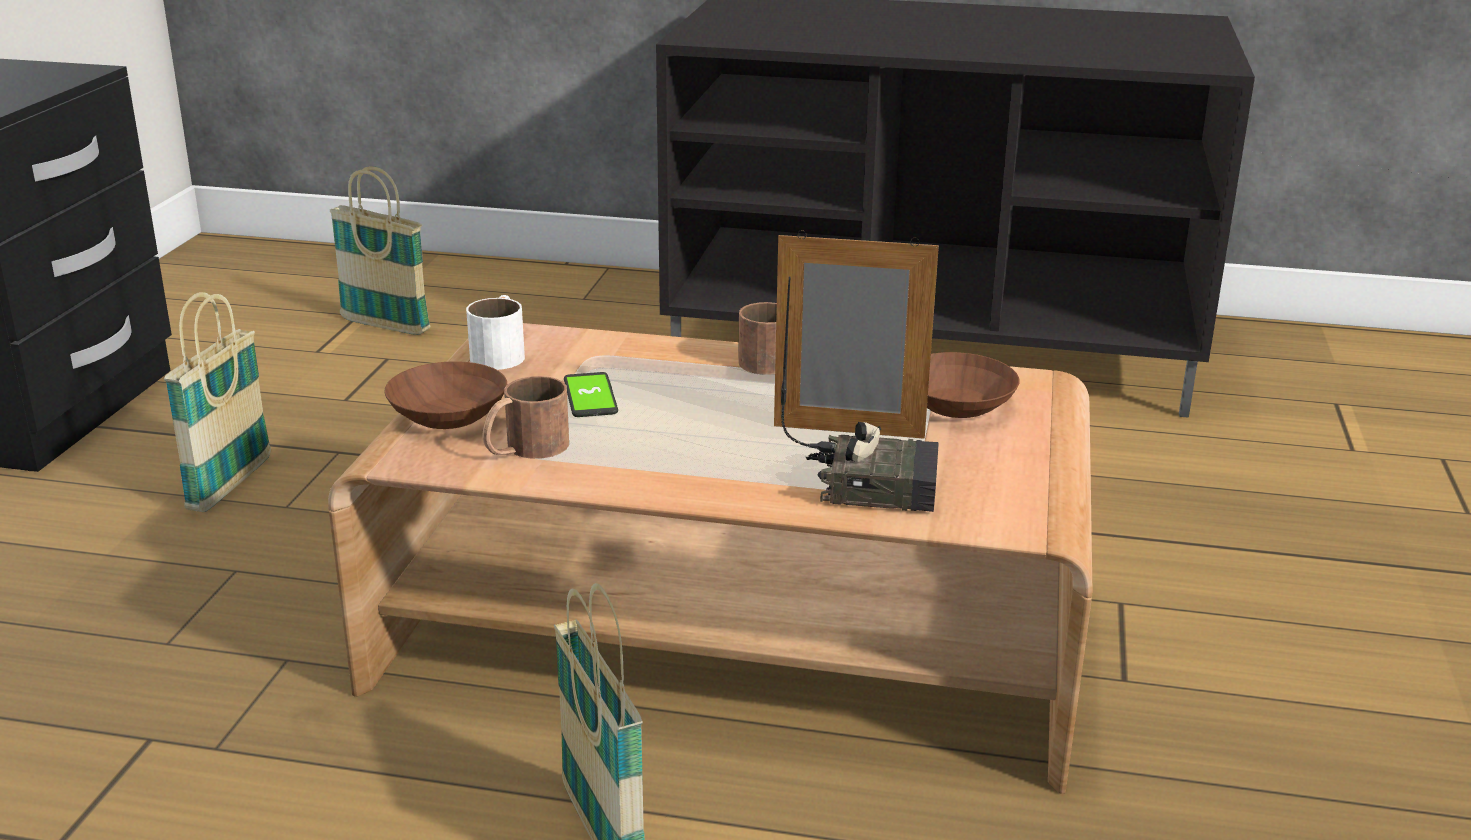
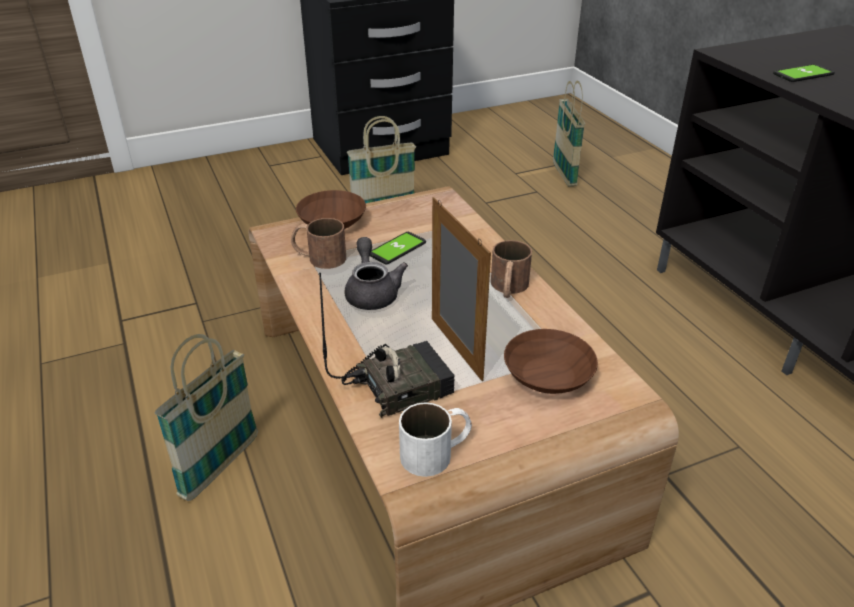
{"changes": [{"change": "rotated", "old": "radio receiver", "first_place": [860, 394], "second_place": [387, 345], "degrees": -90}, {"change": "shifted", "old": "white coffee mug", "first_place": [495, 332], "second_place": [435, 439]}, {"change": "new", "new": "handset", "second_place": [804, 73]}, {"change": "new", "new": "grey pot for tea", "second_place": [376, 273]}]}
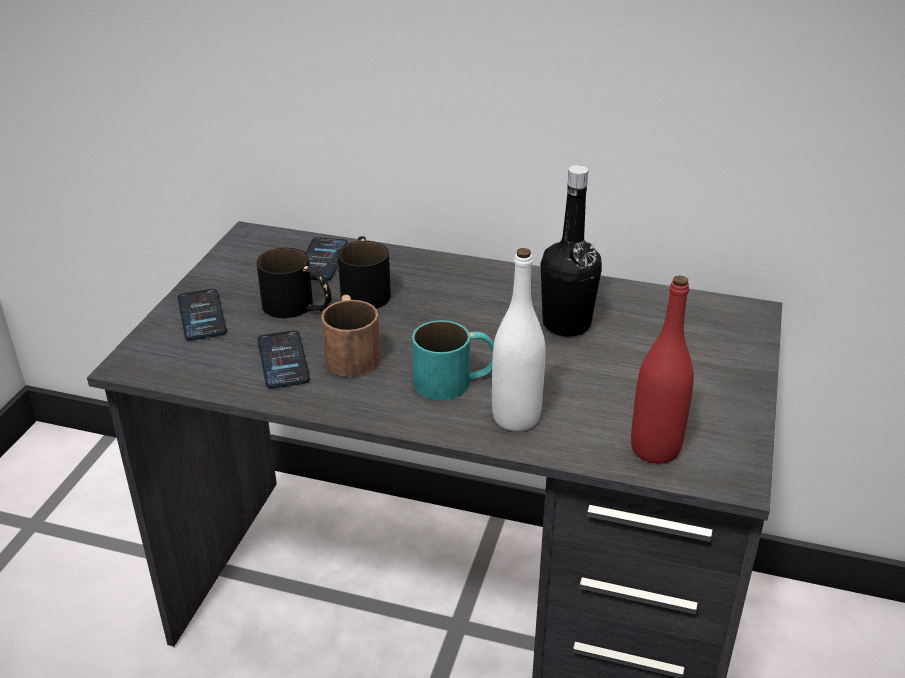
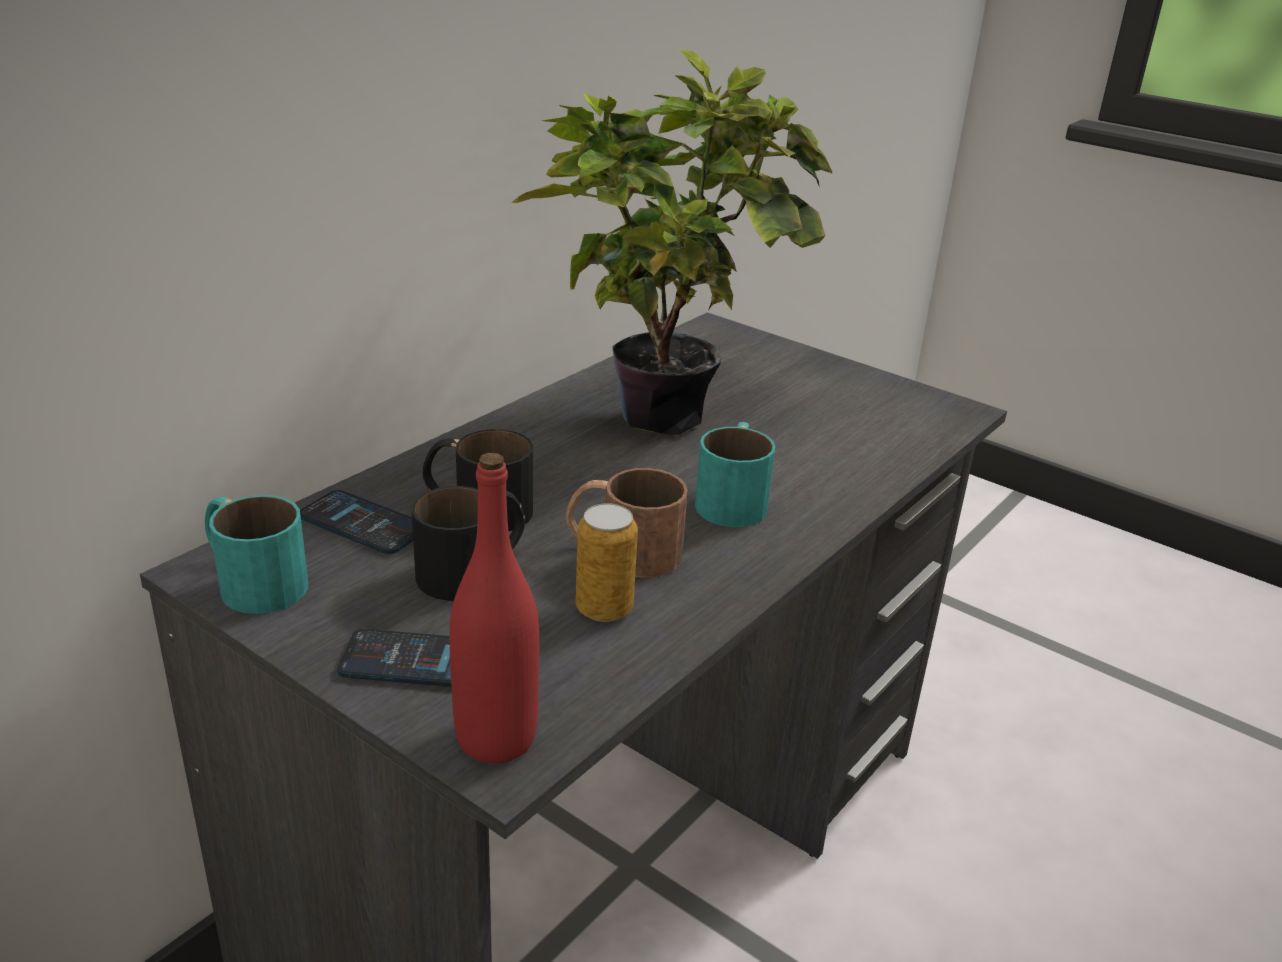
{"changes": [{"change": "swapped", "old": "blackish bottle", "new": "potted plant", "first_place": [571, 251], "second_place": [672, 242]}, {"change": "gone", "old": "white bottle", "first_place": [519, 339]}, {"change": "shifted", "old": "red bottle", "first_place": [662, 369], "second_place": [494, 608]}, {"change": "swapped", "old": "handset", "new": "can", "first_place": [284, 359], "second_place": [607, 562]}, {"change": "new", "new": "turquoise-coloured coffee mug", "second_place": [256, 554]}]}
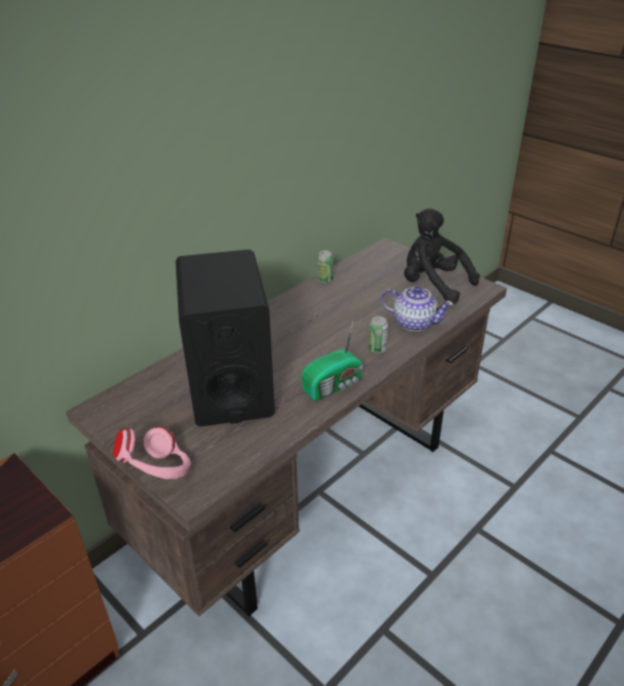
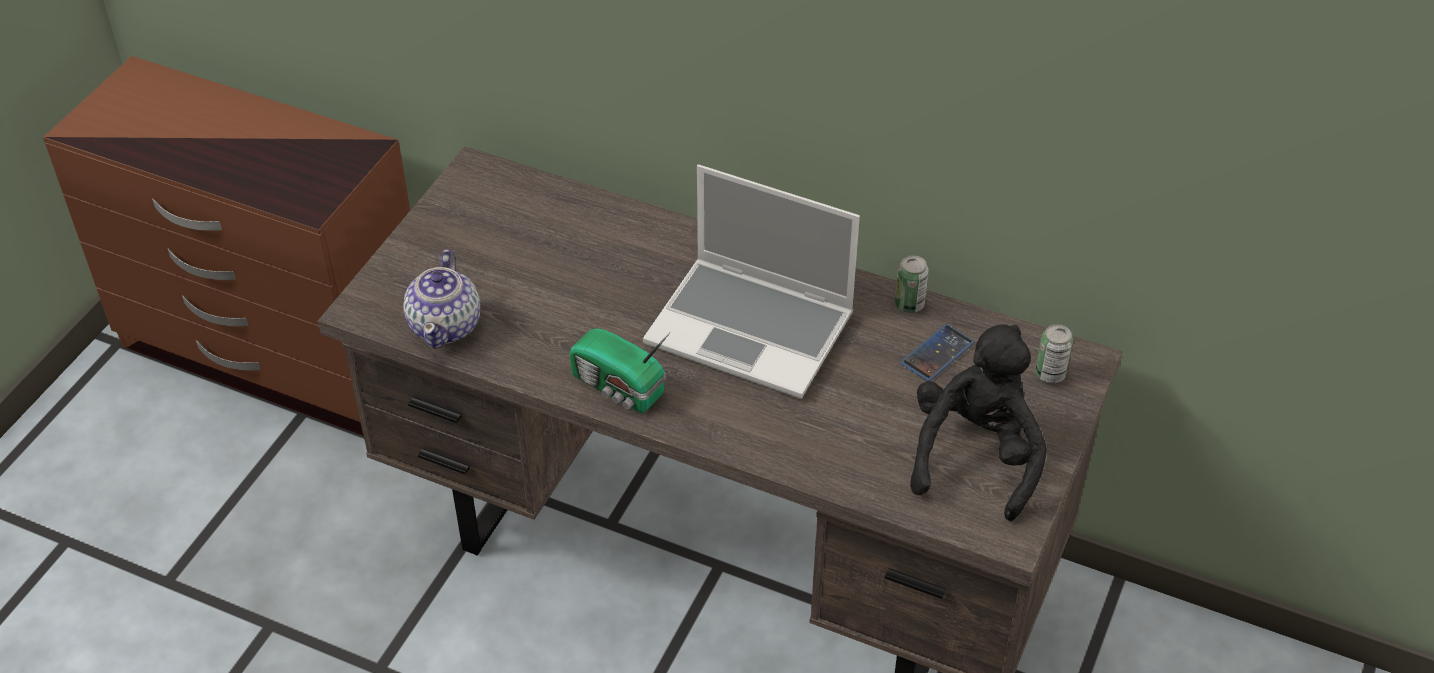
{"changes": [{"change": "gone", "old": "blackish speaker", "first_place": [225, 338]}, {"change": "shifted", "old": "pot for tea", "first_place": [417, 308], "second_place": [441, 299]}, {"change": "shifted", "old": "can", "first_place": [378, 335], "second_place": [1054, 353]}, {"change": "gone", "old": "pink headphones", "first_place": [152, 453]}, {"change": "new", "new": "portable computer", "second_place": [751, 282]}, {"change": "new", "new": "handset", "second_place": [937, 353]}]}
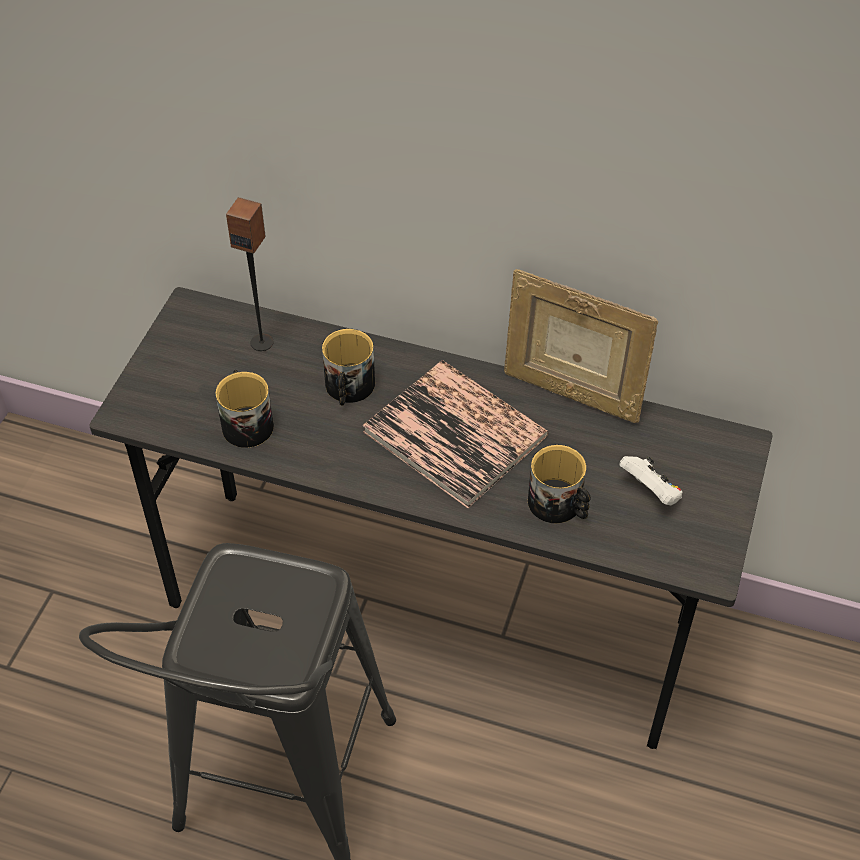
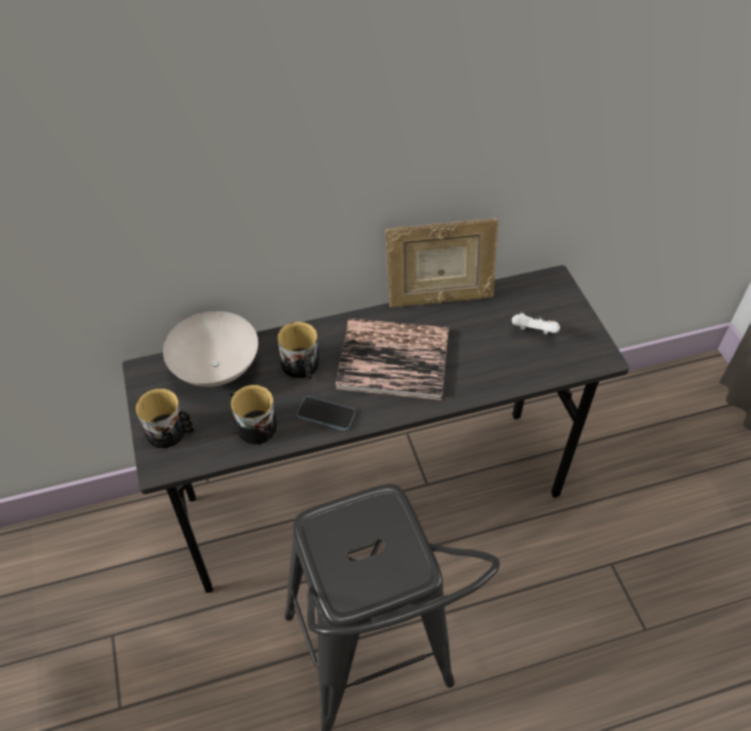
{"changes": [{"change": "swapped", "old": "speaker", "new": "white bowl", "first_place": [250, 274], "second_place": [210, 349]}, {"change": "shifted", "old": "coffee mug", "first_place": [559, 484], "second_place": [164, 418]}, {"change": "new", "new": "handset", "second_place": [326, 413]}]}
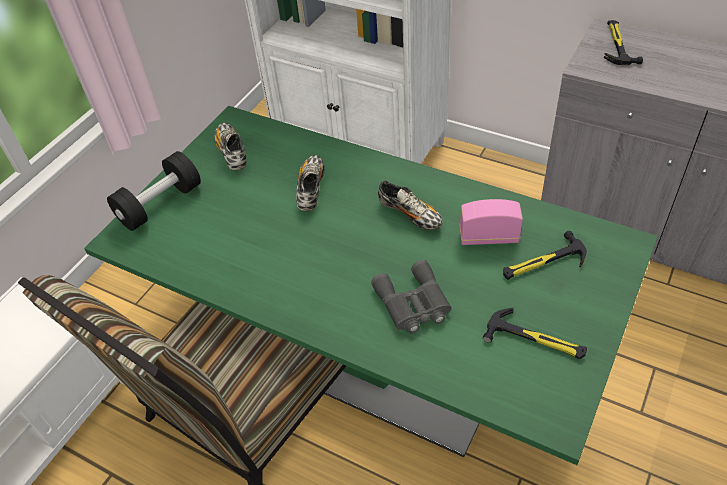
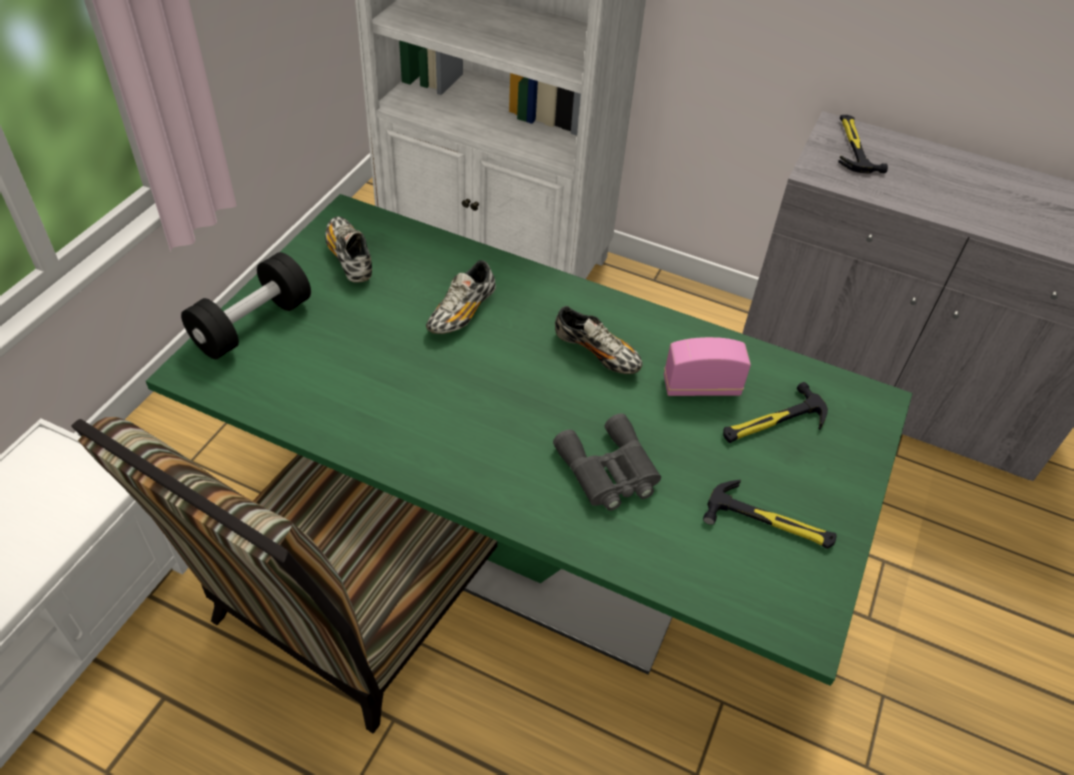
{"changes": [{"change": "rotated", "old": "shoe", "first_place": [310, 183], "second_place": [461, 297], "degrees": -150}]}
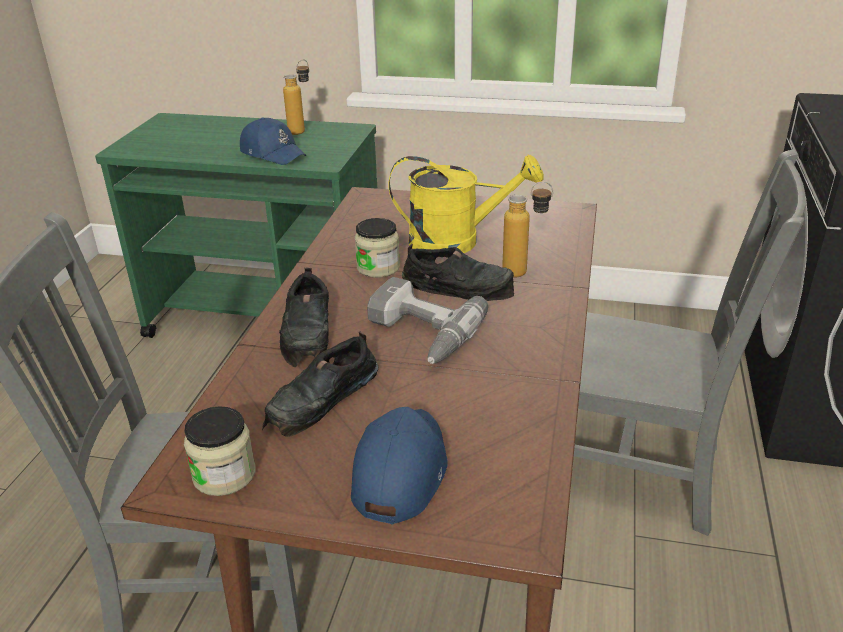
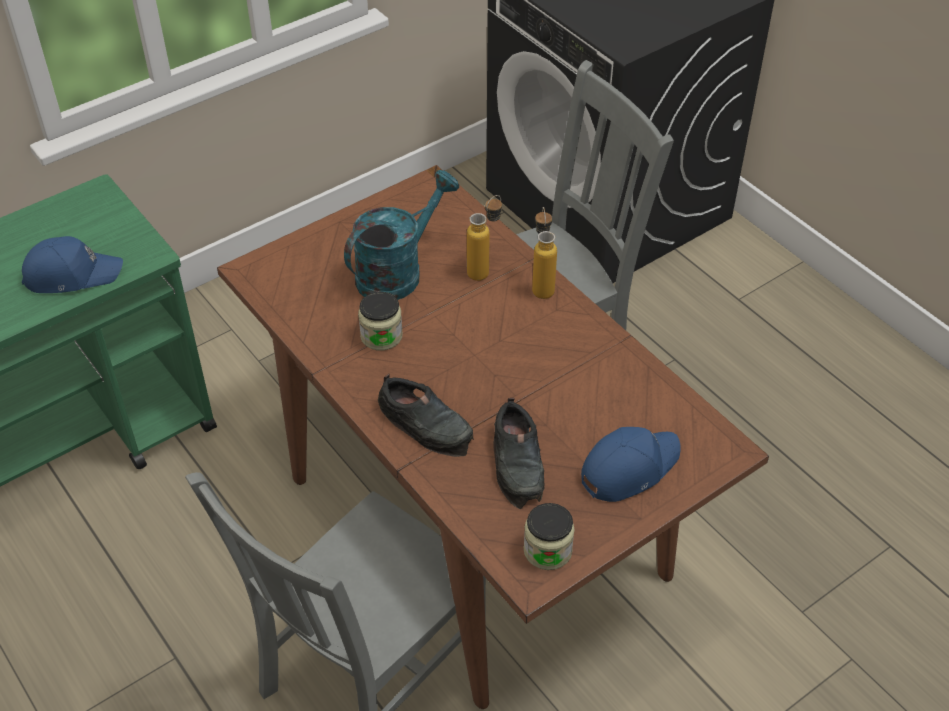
{"changes": [{"change": "shifted", "old": "bottle", "first_place": [296, 97], "second_place": [544, 253]}, {"change": "repainted", "old": "yellow watering pot", "new": "turquoise-coloured watering pot", "first_place": [466, 203], "second_place": [401, 235]}, {"change": "gone", "old": "blackish shoe", "first_place": [458, 272]}, {"change": "gone", "old": "electric drill", "first_place": [427, 320]}, {"change": "rotated", "old": "bluish cap", "first_place": [399, 465], "second_place": [631, 464], "degrees": 90}]}
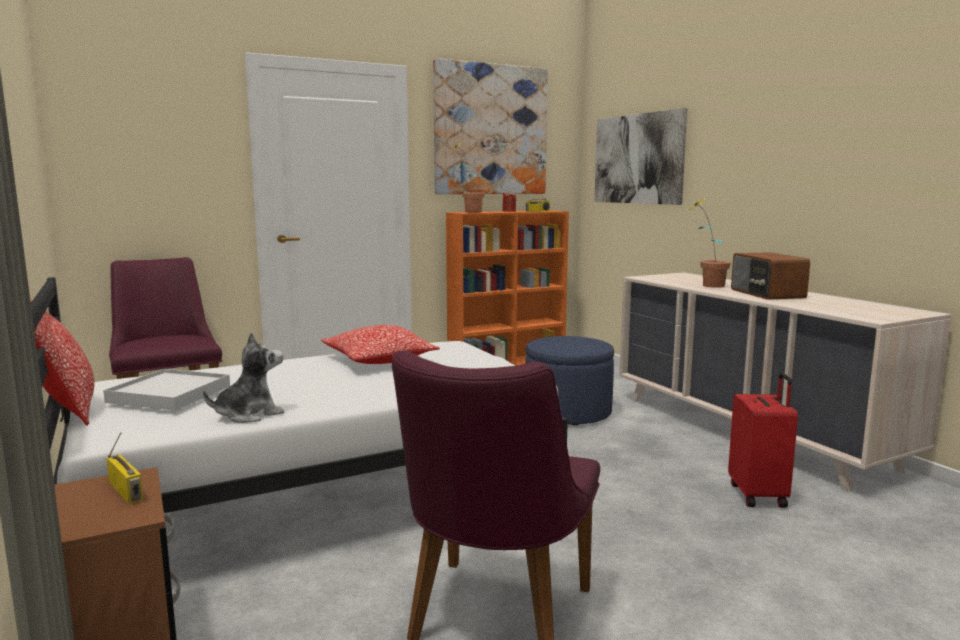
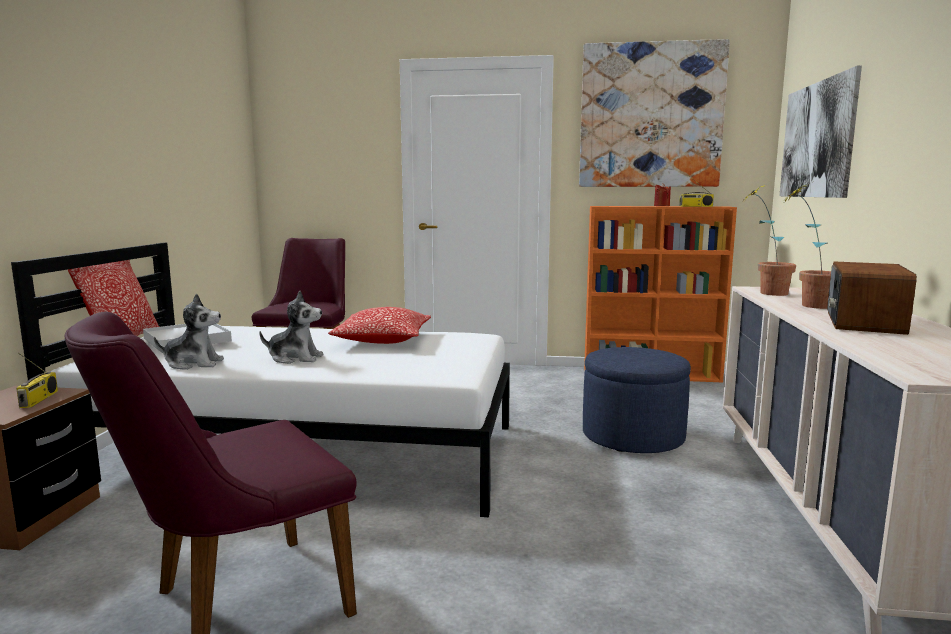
{"changes": [{"change": "shifted", "old": "potted plant", "first_place": [468, 177], "second_place": [770, 240]}, {"change": "gone", "old": "red suitcase", "first_place": [763, 440]}, {"change": "new", "new": "soft toy", "second_place": [291, 327]}]}
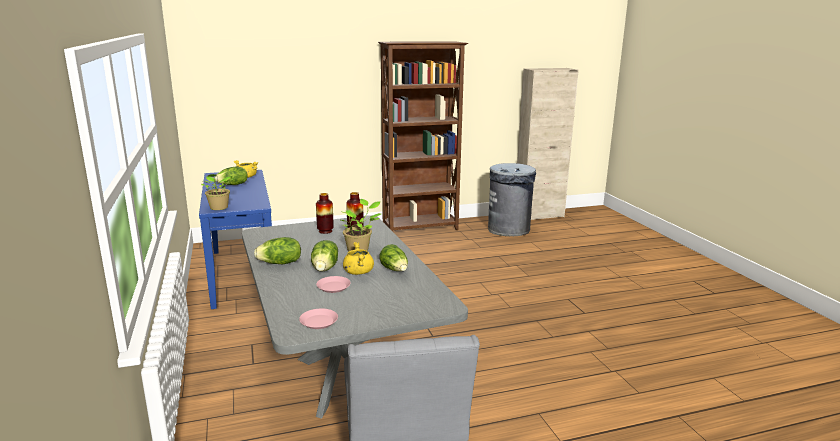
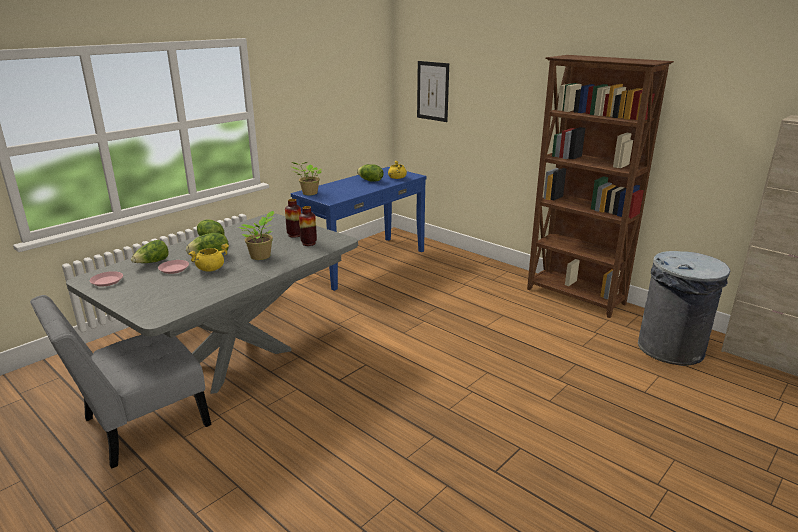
{"changes": [{"change": "shifted", "old": "head of lettuce", "first_place": [393, 257], "second_place": [150, 251]}, {"change": "new", "new": "wall picture", "second_place": [433, 91]}]}
